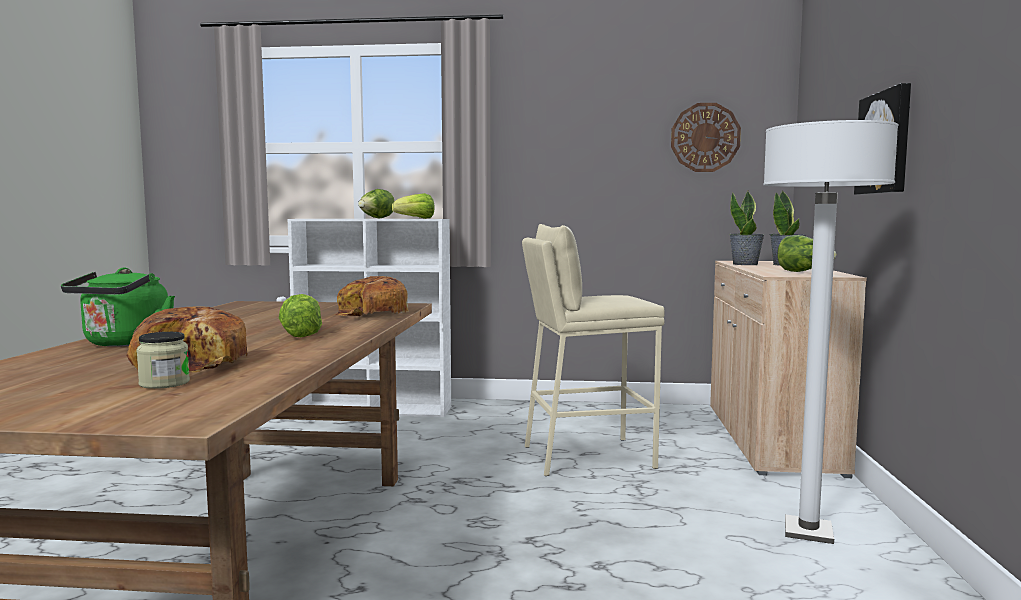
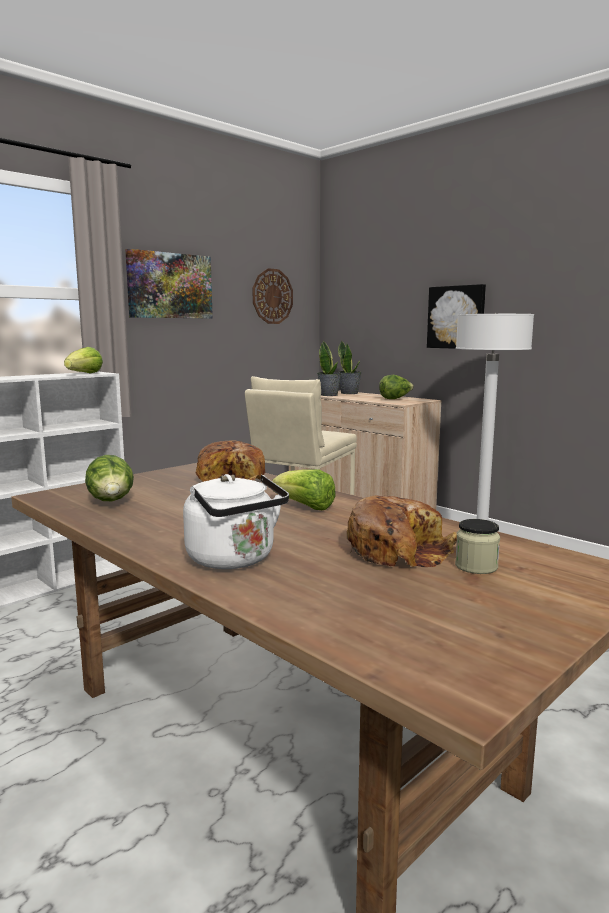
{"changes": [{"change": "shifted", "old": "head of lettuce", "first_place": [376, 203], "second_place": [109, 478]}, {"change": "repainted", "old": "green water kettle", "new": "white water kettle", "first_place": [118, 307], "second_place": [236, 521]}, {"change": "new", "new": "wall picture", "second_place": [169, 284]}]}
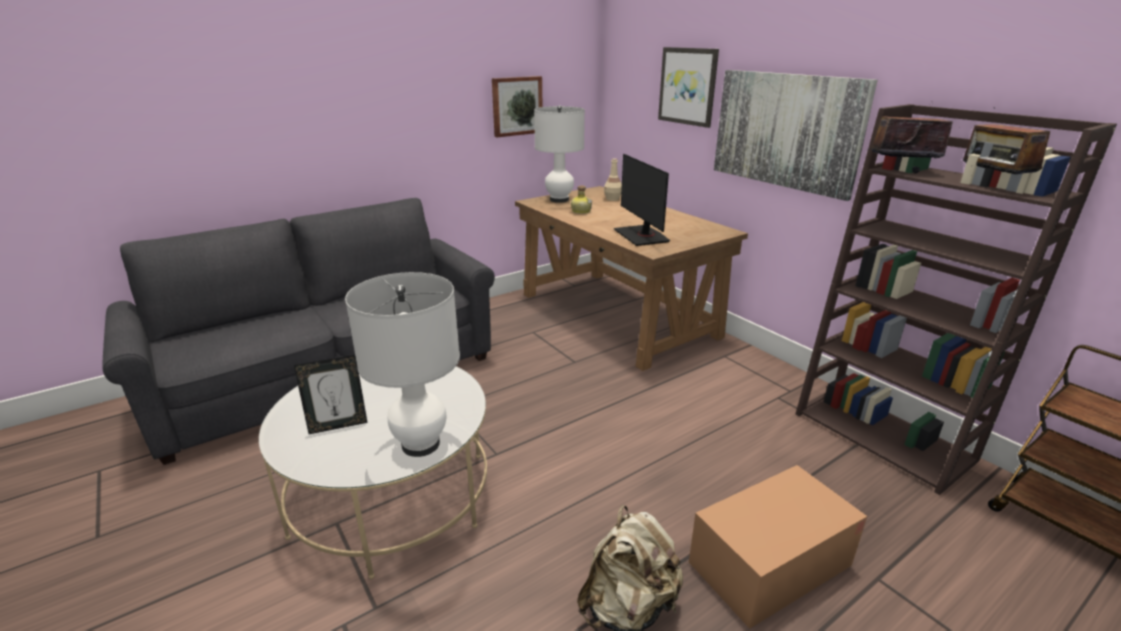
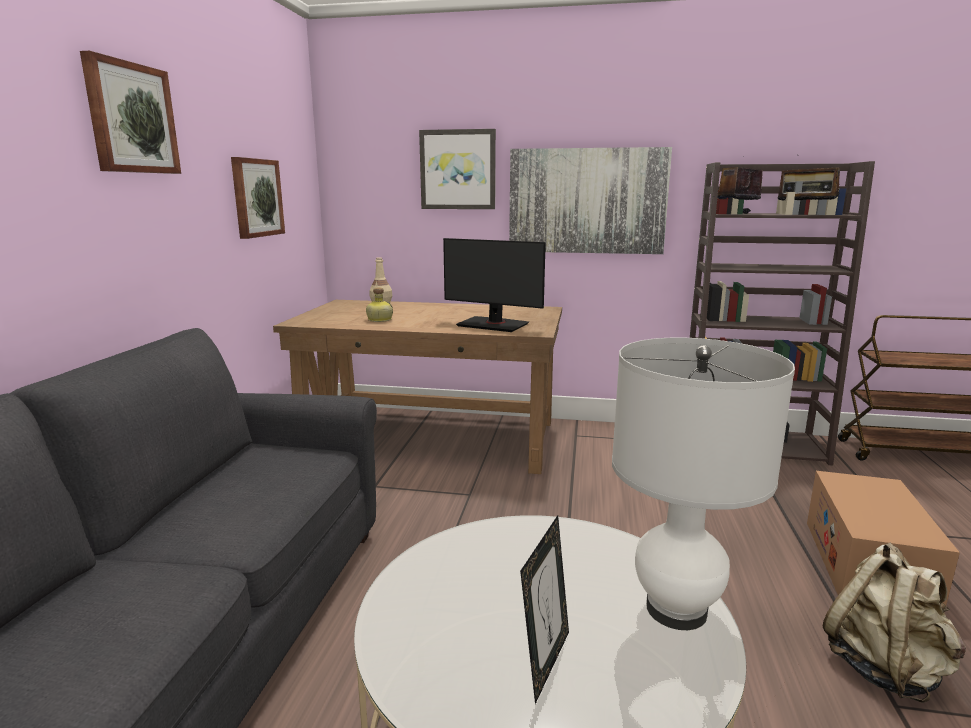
{"changes": [{"change": "gone", "old": "white lamp for a table", "first_place": [559, 154]}, {"change": "new", "new": "wall picture", "second_place": [130, 112]}]}
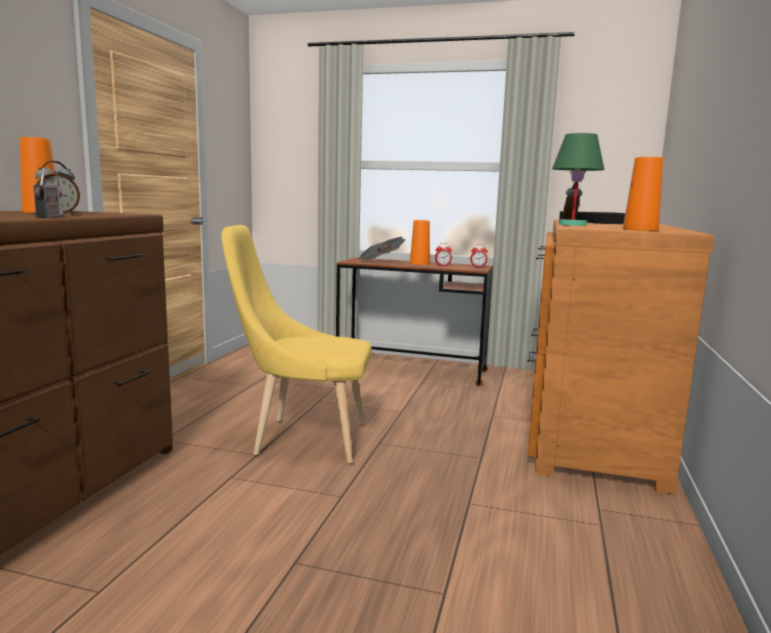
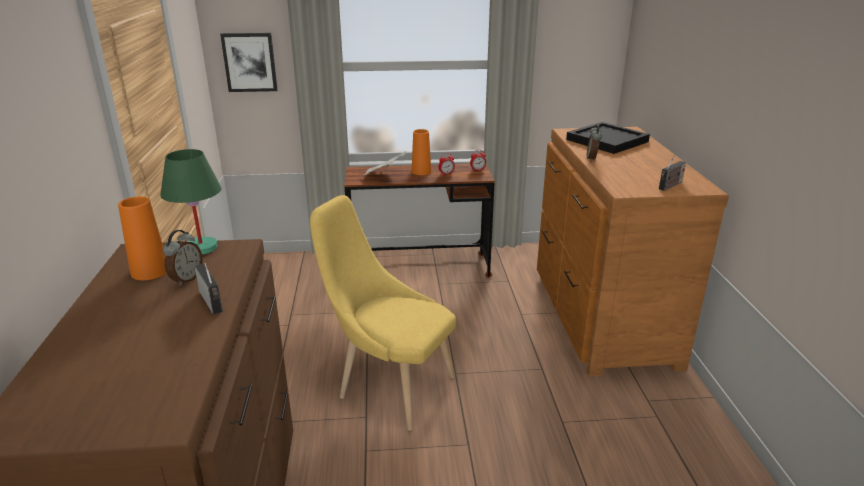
{"changes": [{"change": "shifted", "old": "green lamp for a table", "first_place": [578, 179], "second_place": [190, 202]}, {"change": "swapped", "old": "orange vase", "new": "radio receiver", "first_place": [643, 194], "second_place": [672, 173]}, {"change": "rotated", "old": "yellow chair", "first_place": [296, 344], "second_place": [383, 313], "degrees": 45}, {"change": "new", "new": "wall picture", "second_place": [248, 62]}]}
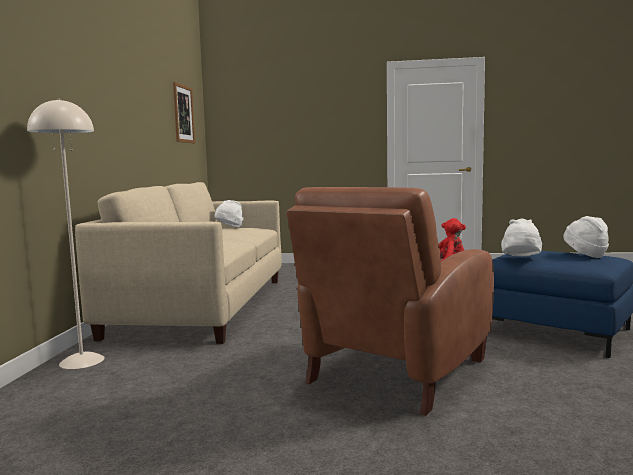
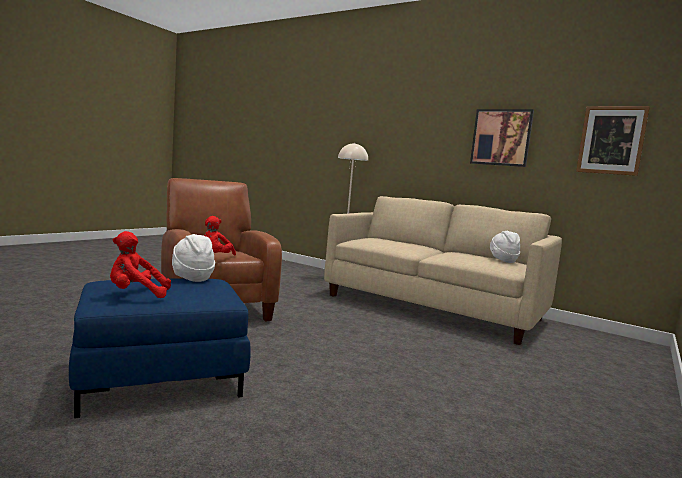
{"changes": [{"change": "swapped", "old": "white hat", "new": "red soft toy", "first_place": [586, 237], "second_place": [140, 264]}, {"change": "new", "new": "wall picture", "second_place": [502, 138]}]}
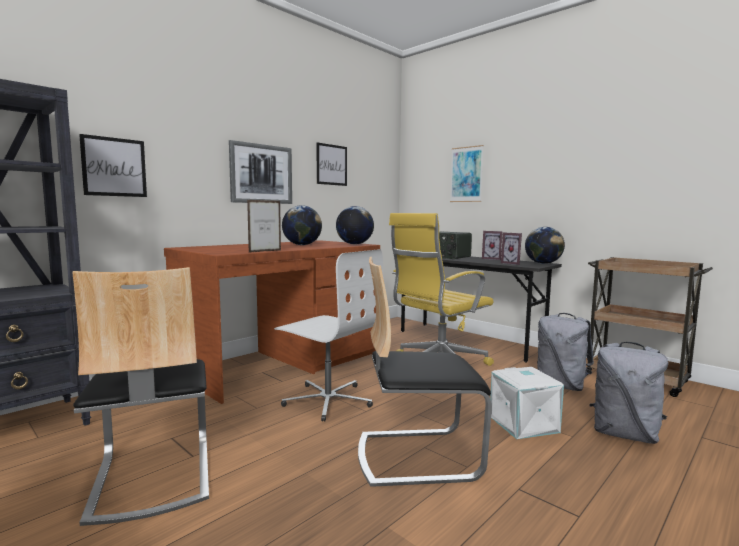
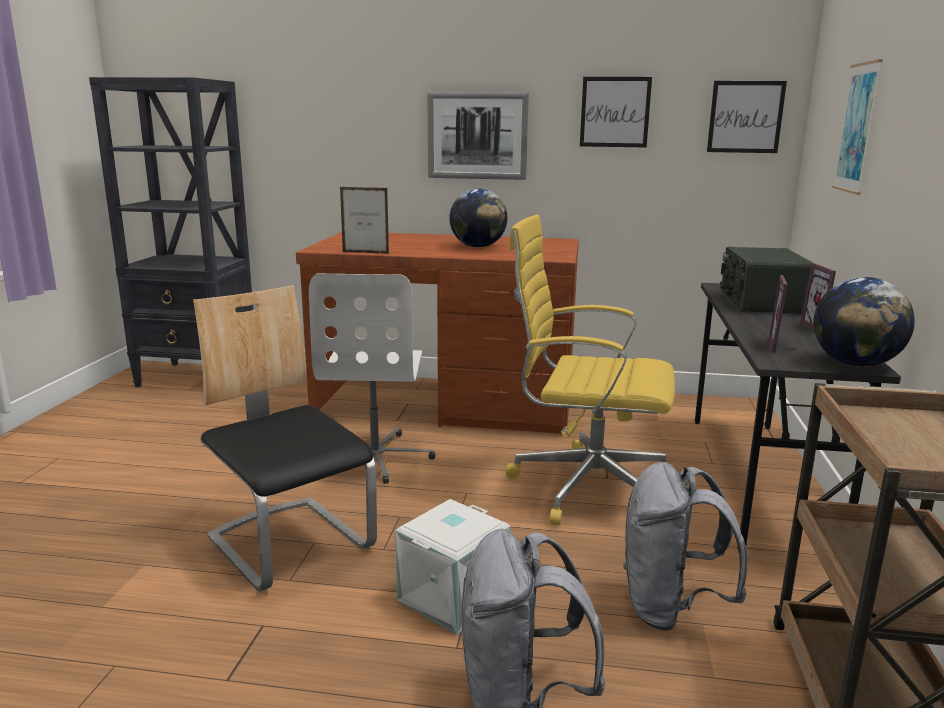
{"changes": [{"change": "shifted", "old": "wall picture", "first_place": [113, 165], "second_place": [747, 117]}, {"change": "gone", "old": "globe", "first_place": [355, 225]}, {"change": "gone", "old": "chair", "first_place": [140, 396]}]}
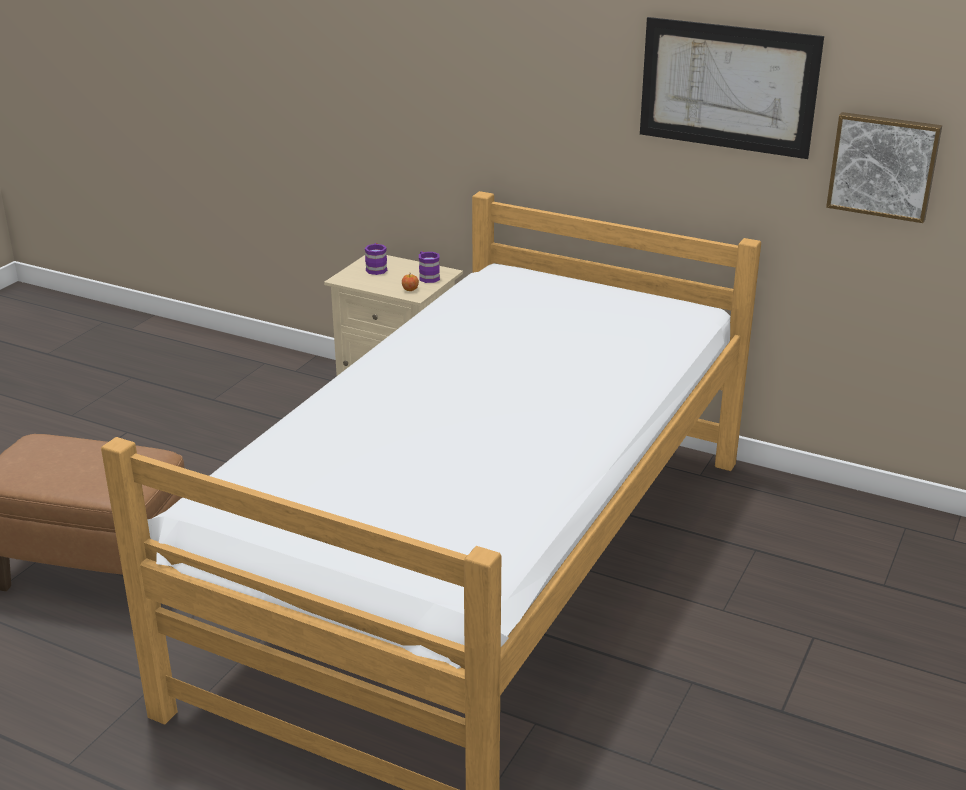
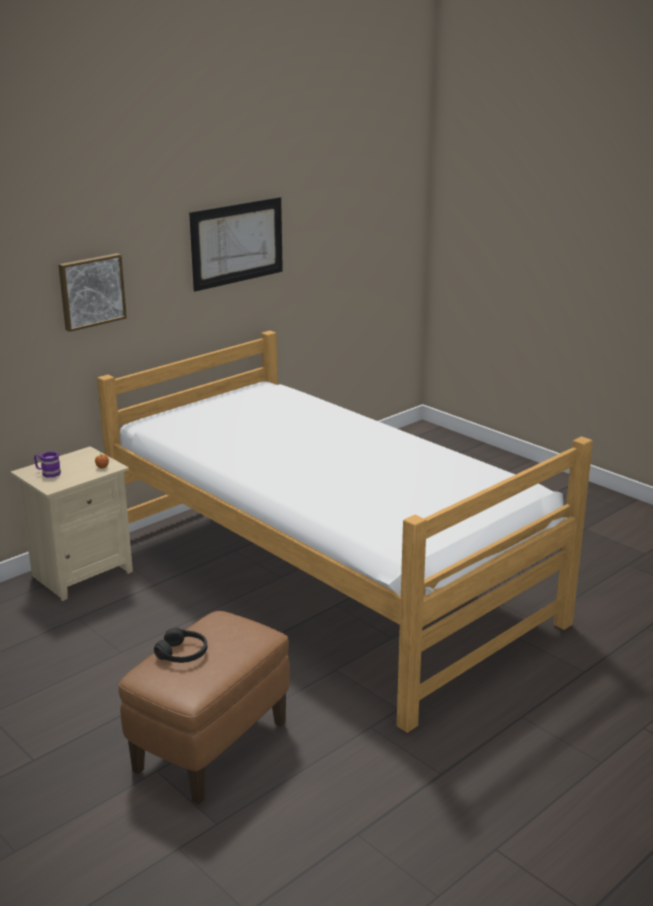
{"changes": [{"change": "shifted", "old": "wall picture", "first_place": [884, 167], "second_place": [92, 292]}, {"change": "gone", "old": "purplish coffee mug", "first_place": [429, 267]}, {"change": "new", "new": "blackish headphones", "second_place": [180, 645]}]}
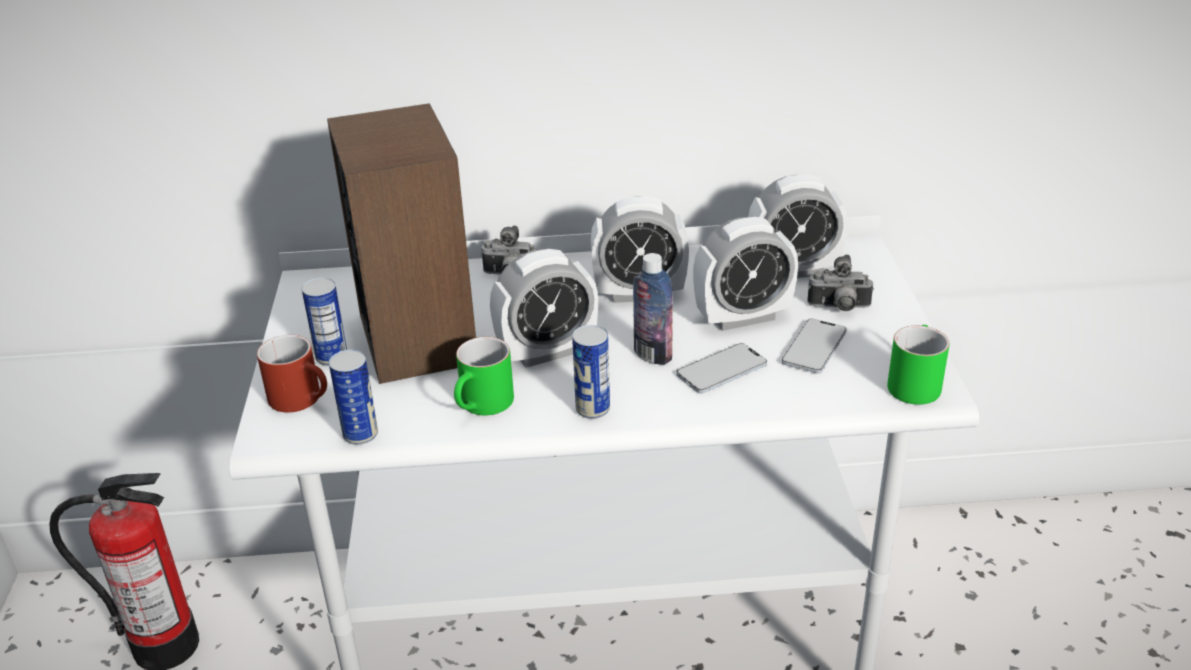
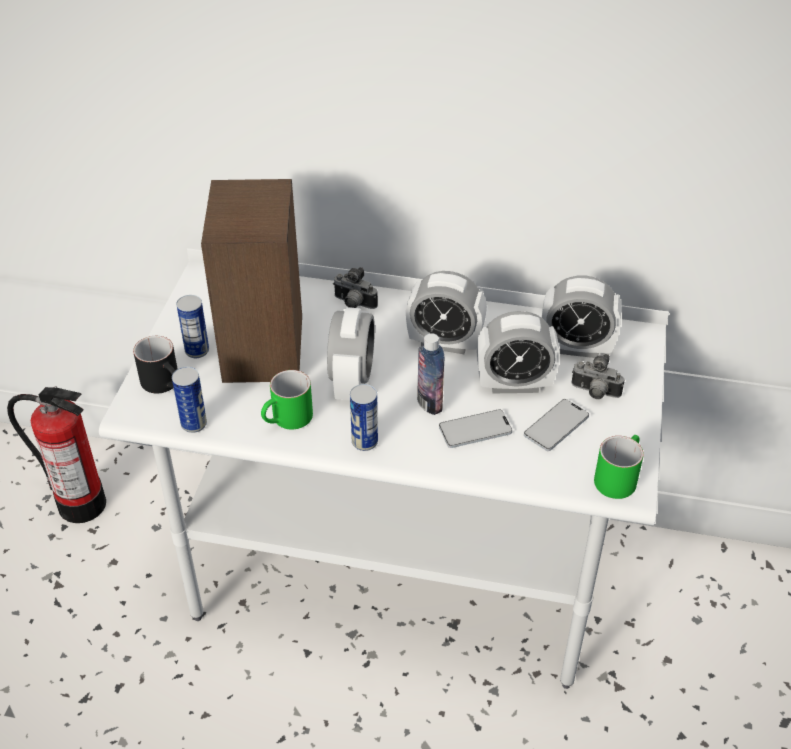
{"changes": [{"change": "rotated", "old": "table clock", "first_place": [544, 308], "second_place": [351, 353], "degrees": -75}, {"change": "repainted", "old": "red coffee mug", "new": "blackish coffee mug", "first_place": [292, 374], "second_place": [155, 365]}]}
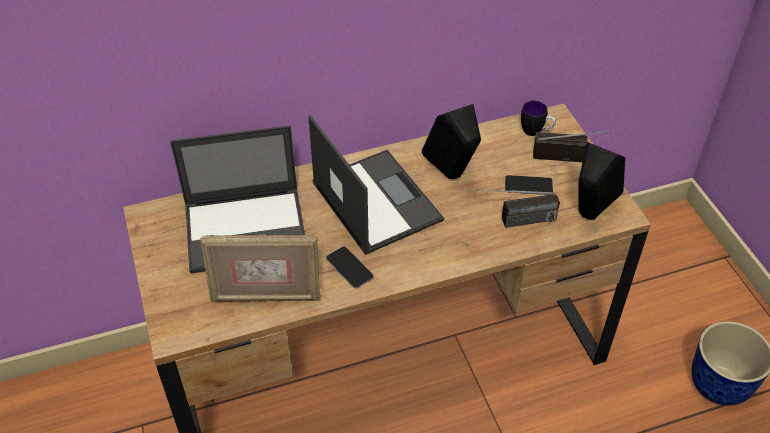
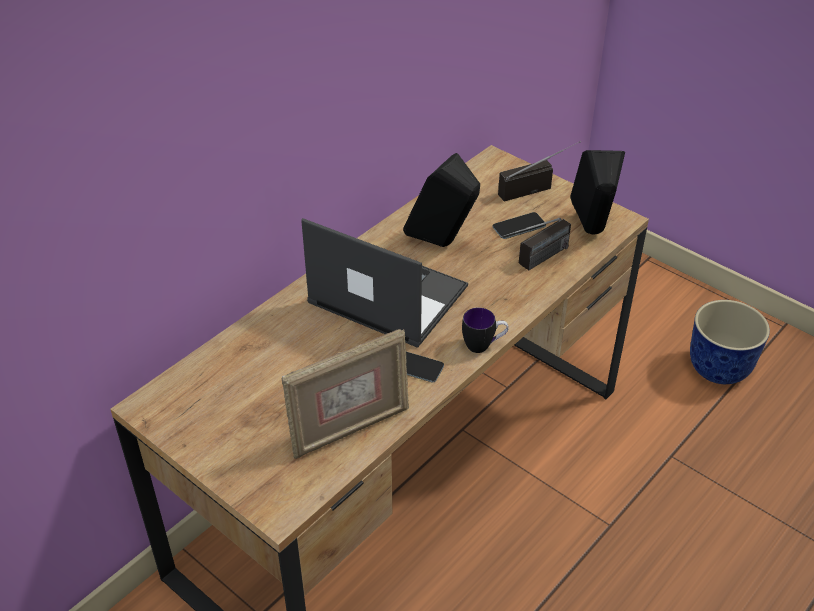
{"changes": [{"change": "shifted", "old": "coffee mug", "first_place": [538, 118], "second_place": [485, 330]}, {"change": "gone", "old": "portable computer", "first_place": [237, 199]}]}
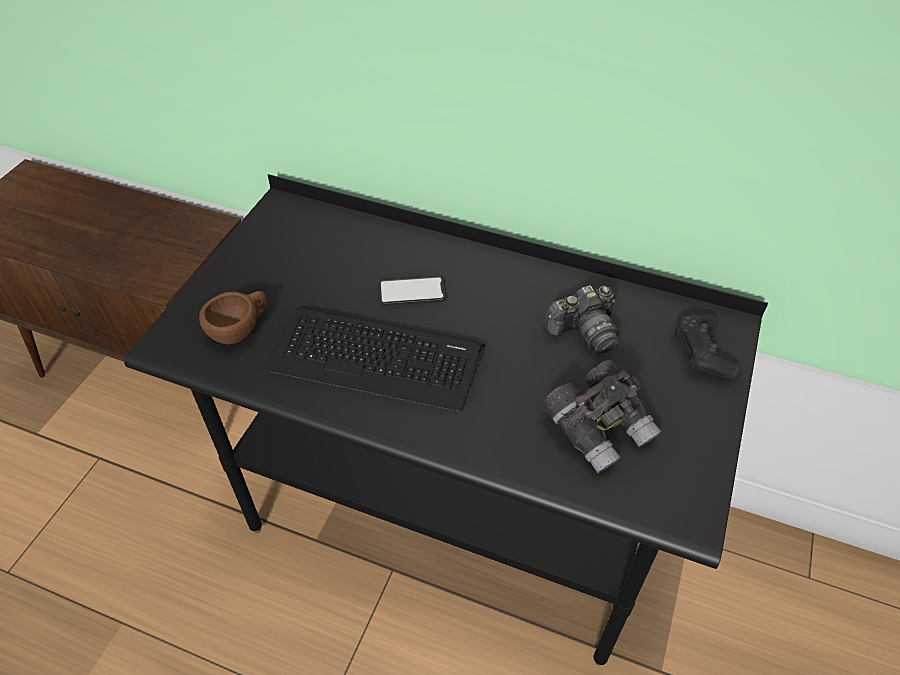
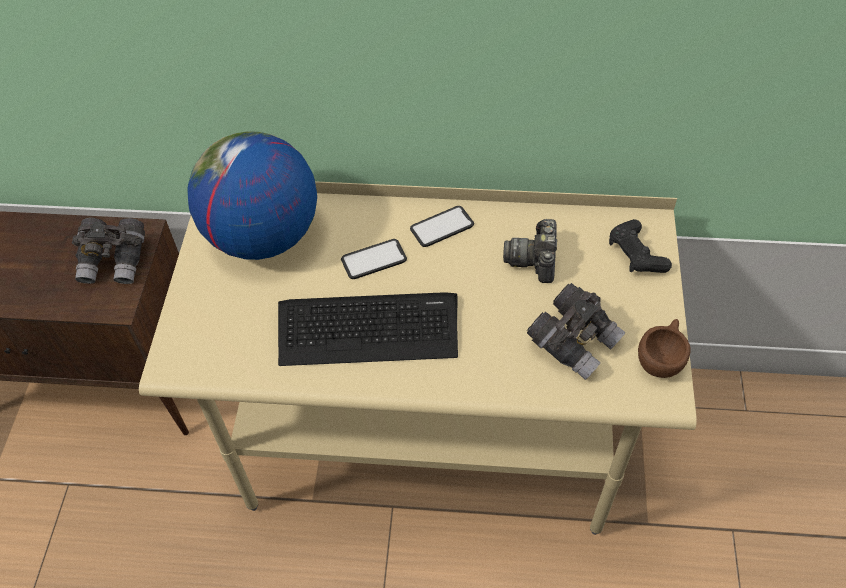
{"changes": [{"change": "repainted", "old": "blackish desk unit", "new": "beige desk unit", "first_place": [446, 420], "second_place": [418, 358]}, {"change": "rotated", "old": "still camera", "first_place": [582, 319], "second_place": [530, 251], "degrees": 135}, {"change": "shifted", "old": "brown cup", "first_place": [233, 317], "second_place": [664, 348]}, {"change": "new", "new": "globe", "second_place": [252, 195]}, {"change": "new", "new": "handset", "second_place": [442, 226]}, {"change": "new", "new": "grey pair of binoculars", "second_place": [108, 251]}]}
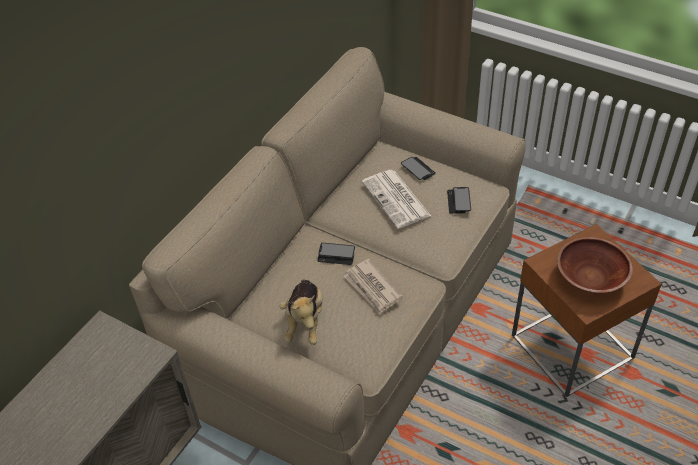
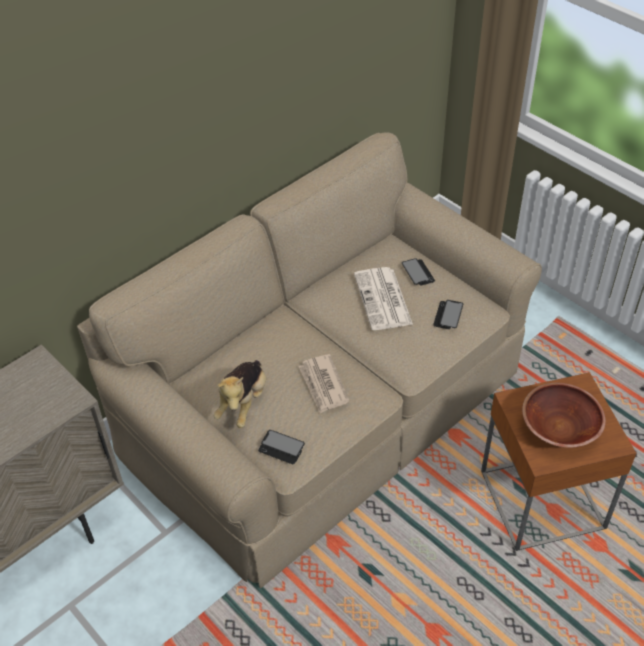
{"changes": [{"change": "shifted", "old": "handset", "first_place": [336, 254], "second_place": [281, 447]}]}
